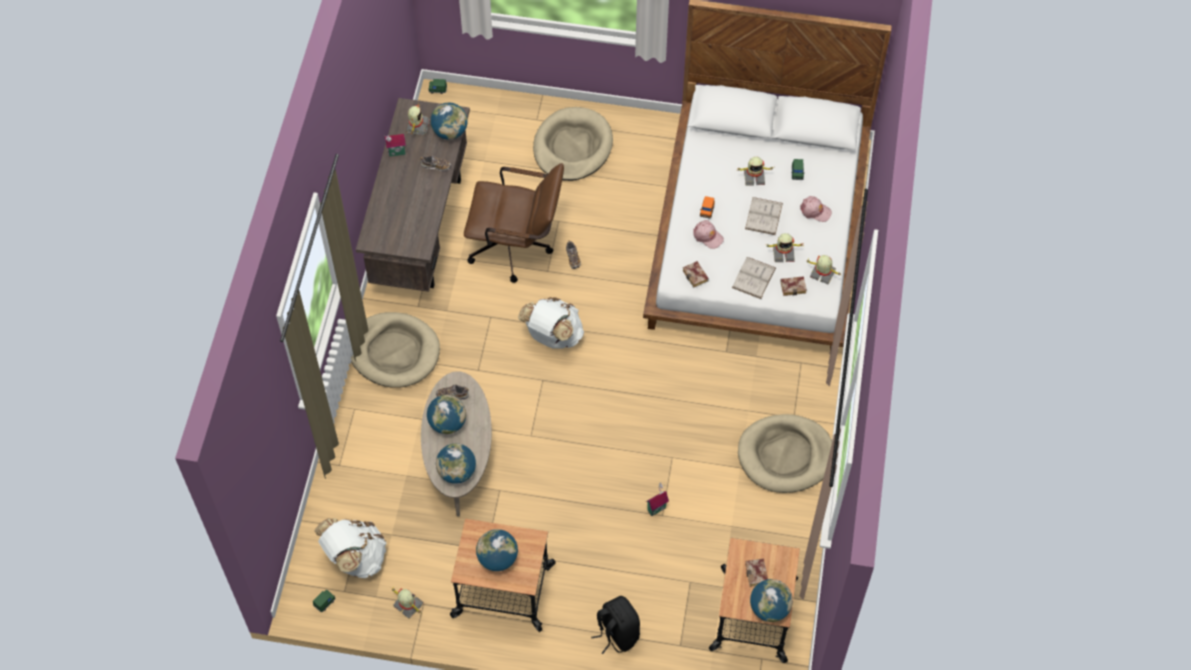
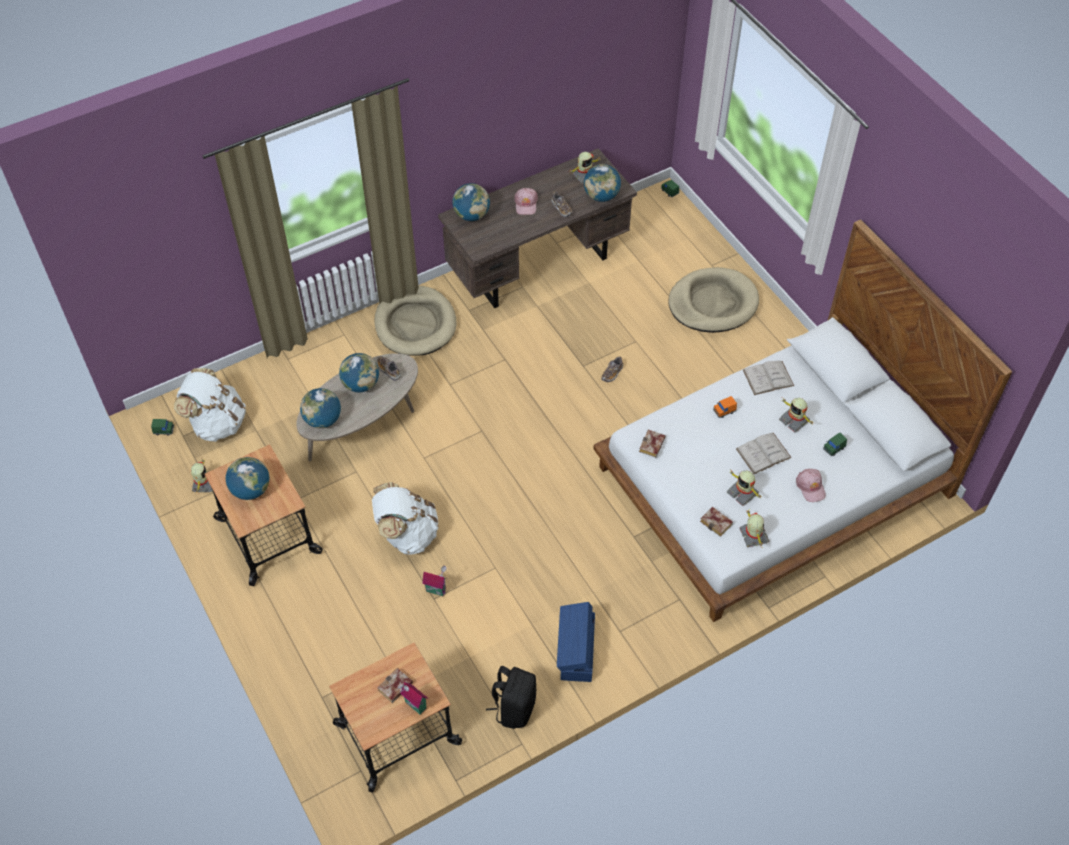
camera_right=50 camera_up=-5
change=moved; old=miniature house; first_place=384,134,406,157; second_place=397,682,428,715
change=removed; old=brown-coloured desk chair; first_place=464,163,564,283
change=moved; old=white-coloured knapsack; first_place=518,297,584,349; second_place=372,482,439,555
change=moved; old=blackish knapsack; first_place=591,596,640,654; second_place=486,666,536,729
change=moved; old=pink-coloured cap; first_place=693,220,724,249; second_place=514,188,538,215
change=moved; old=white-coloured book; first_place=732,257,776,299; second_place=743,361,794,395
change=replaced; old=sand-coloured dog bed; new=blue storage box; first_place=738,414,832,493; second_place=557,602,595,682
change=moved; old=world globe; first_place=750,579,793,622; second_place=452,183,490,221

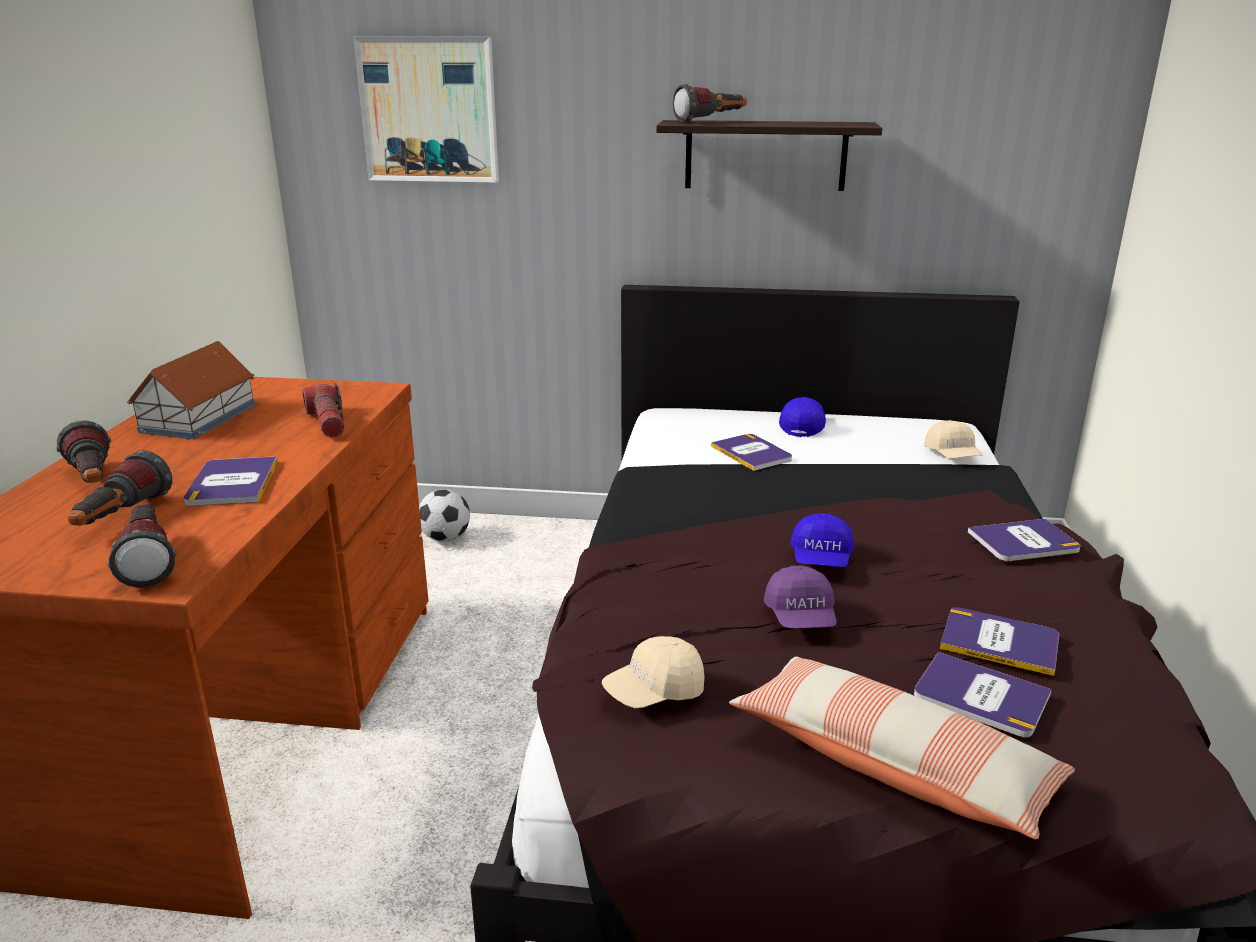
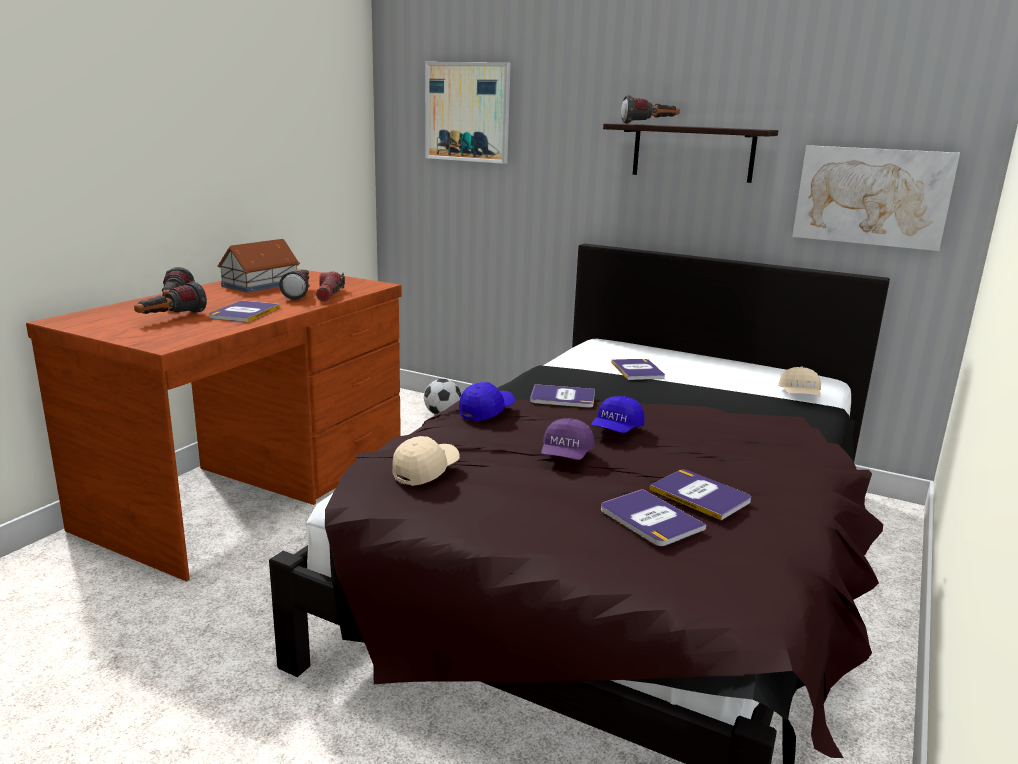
camera_right=20 camera_up=-5
change=moved; old=torch; first_place=108,504,177,588; second_place=279,270,309,300
change=turned; old=sand-coloured cap; first_place=602,636,704,708; second_place=392,436,460,486; degrees=135
change=removed; old=pillow; first_place=729,657,1075,839
change=moved; old=blue cap; first_place=779,397,826,437; second_place=459,382,515,421
change=moved; old=book; first_place=968,519,1081,561; second_place=530,384,595,408
change=added; new=picture; second_place=792,145,960,251

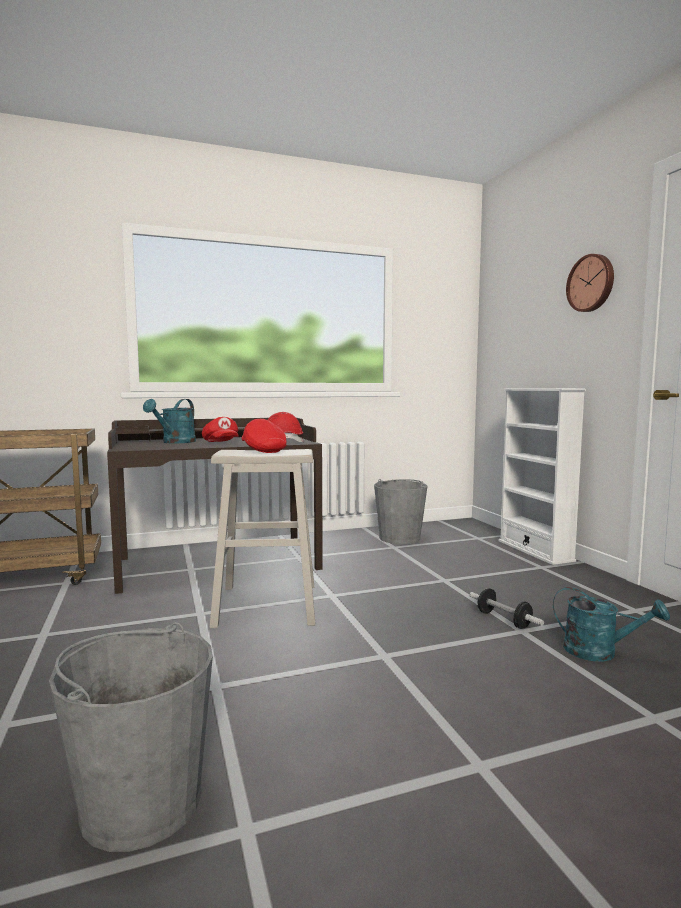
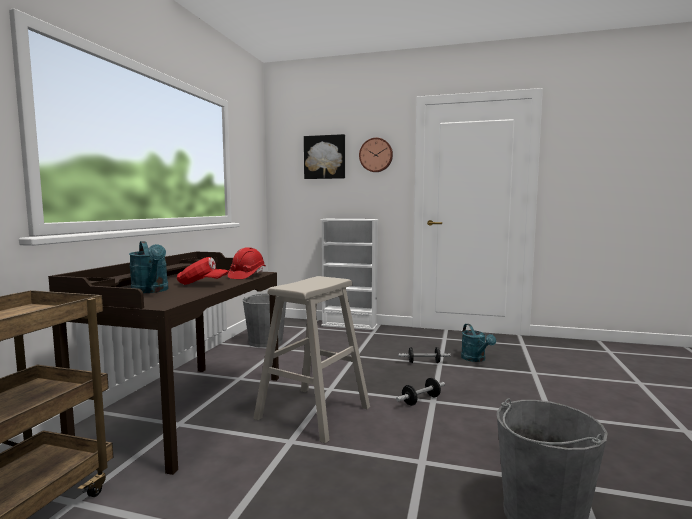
camera_right=-55 camera_up=0
change=removed; old=reddish cap; first_place=241,419,287,453
change=turned; old=blue-green watering can; first_place=553,587,670,662; second_place=461,324,496,362; degrees=105
change=added; new=picture; second_place=304,134,345,179
change=added; new=free weight; second_place=396,378,445,406

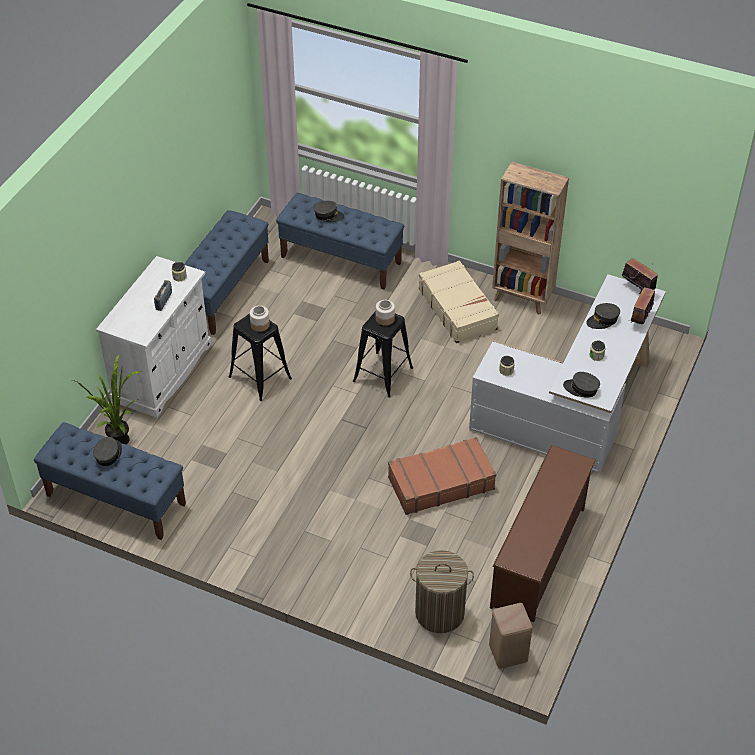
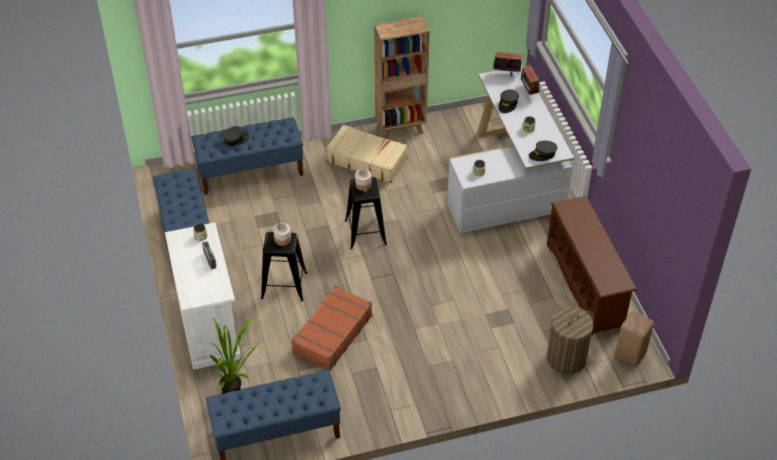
camera_right=-40 camera_up=0
change=removed; old=gray cap; first_place=93,437,122,466
change=moved; old=brown-coloured piece of luggage; first_place=388,437,496,515; second_place=291,286,372,371

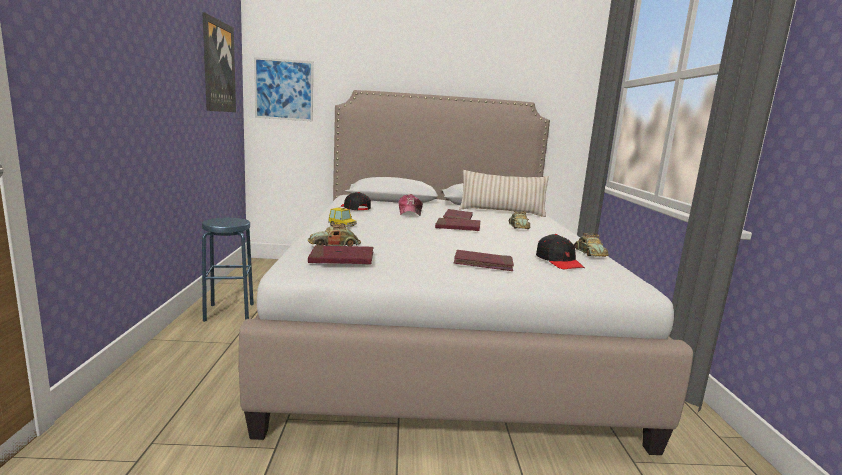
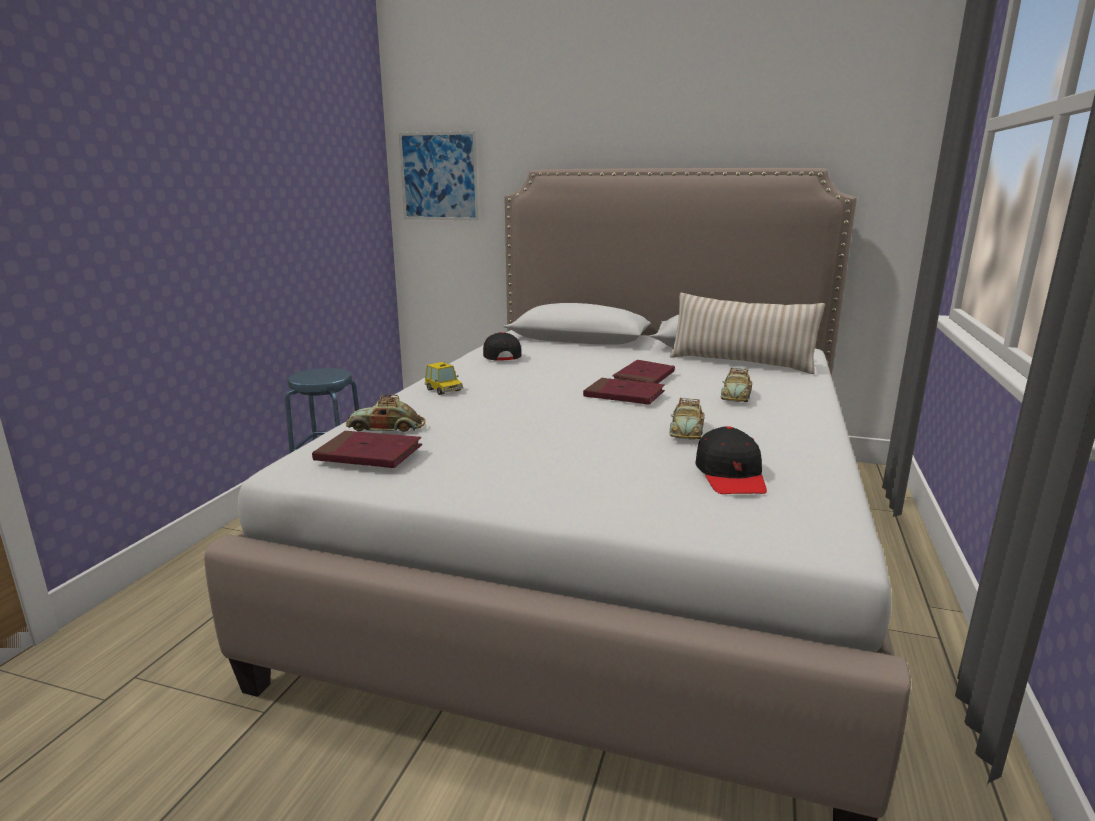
camera_right=20 camera_up=5
change=removed; old=picture; first_place=203,13,236,112
change=removed; old=cap; first_place=398,194,423,216
change=removed; old=reddish book; first_place=454,250,514,271
change=moved; old=toy car; first_place=573,233,609,257; second_place=669,398,704,439

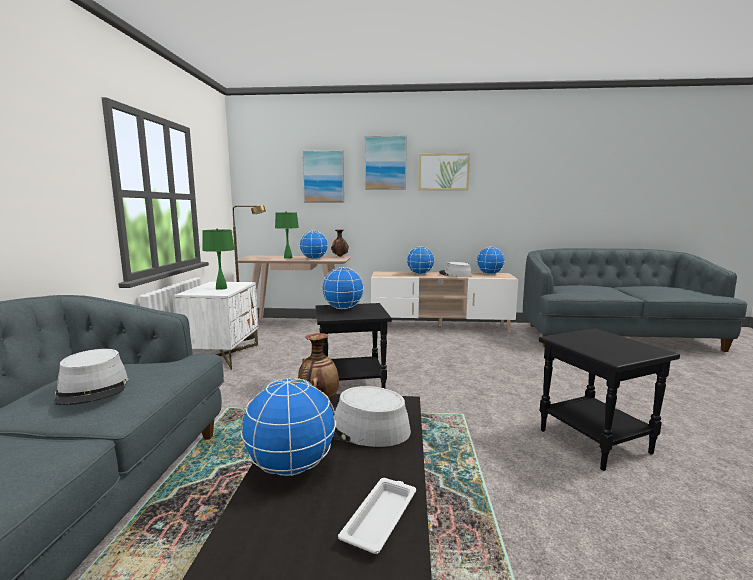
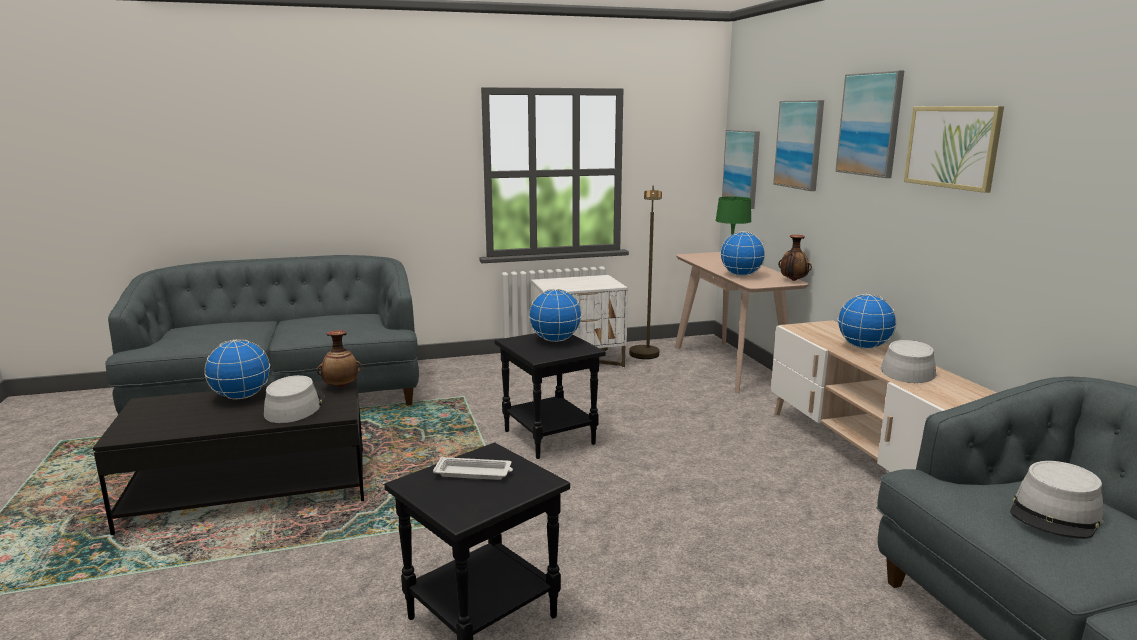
camera_right=70 camera_up=5
change=moved; old=gray clothing hat; first_place=54,349,129,405; second_place=1010,461,1103,539
change=removed; old=green lamp for a table; first_place=202,229,235,290
change=moved; old=white-coloured serving tray; first_place=338,478,416,554; second_place=433,456,513,480
change=removed; old=world globe; first_place=476,247,505,275
change=added; new=picture; second_place=722,130,760,209

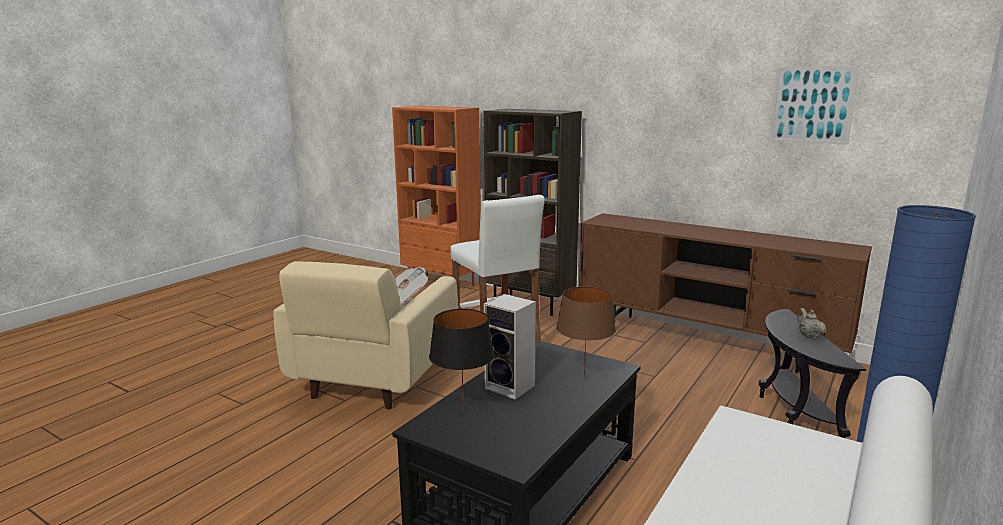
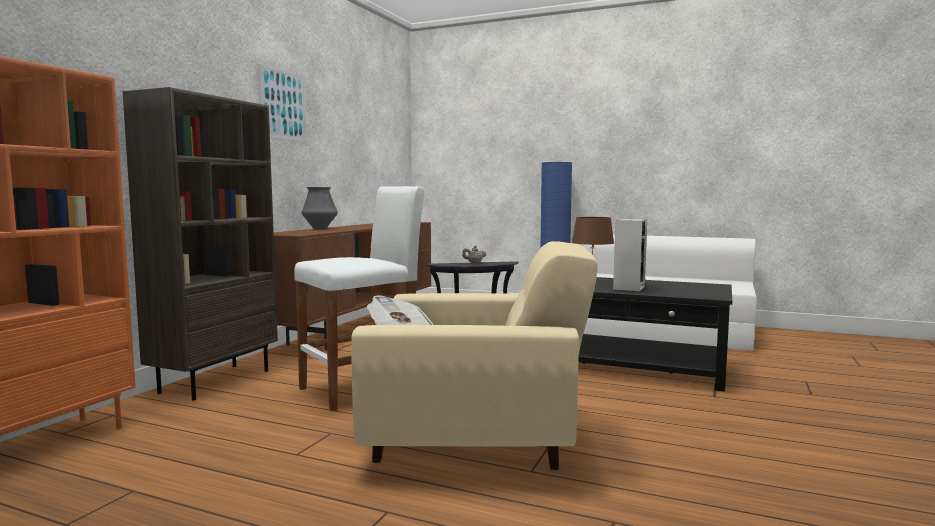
camera_right=-100 camera_up=-10
change=removed; old=blackish lamp for a table; first_place=429,309,494,408
change=moved; old=picture; first_place=769,66,860,145; second_place=258,64,307,142
change=added; new=flower vase; second_place=301,187,338,230

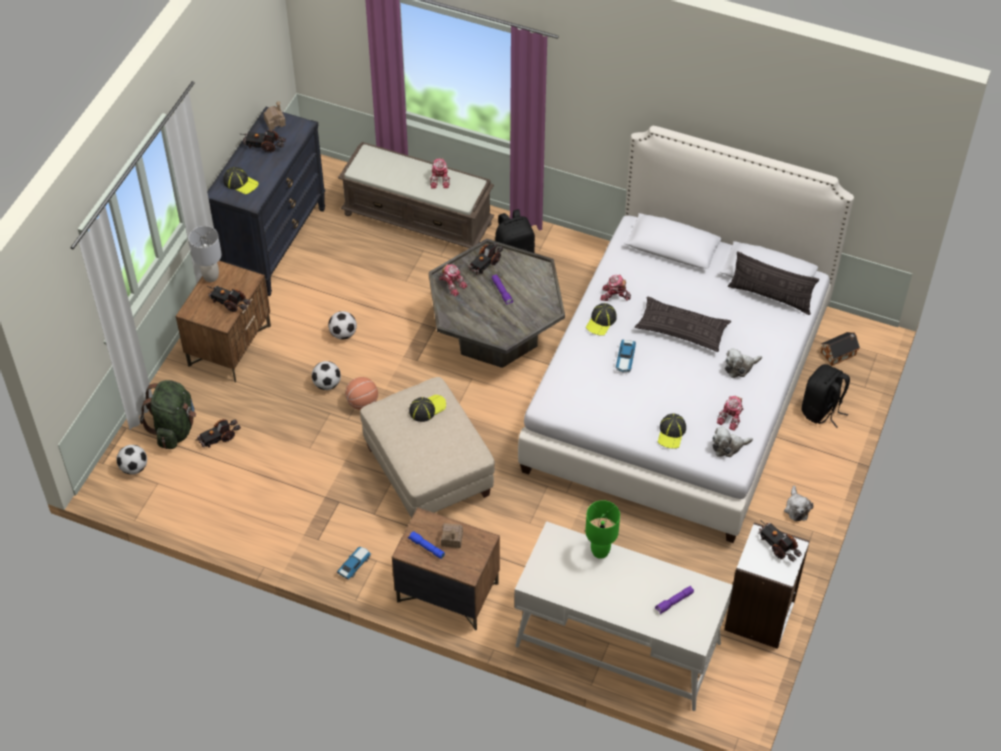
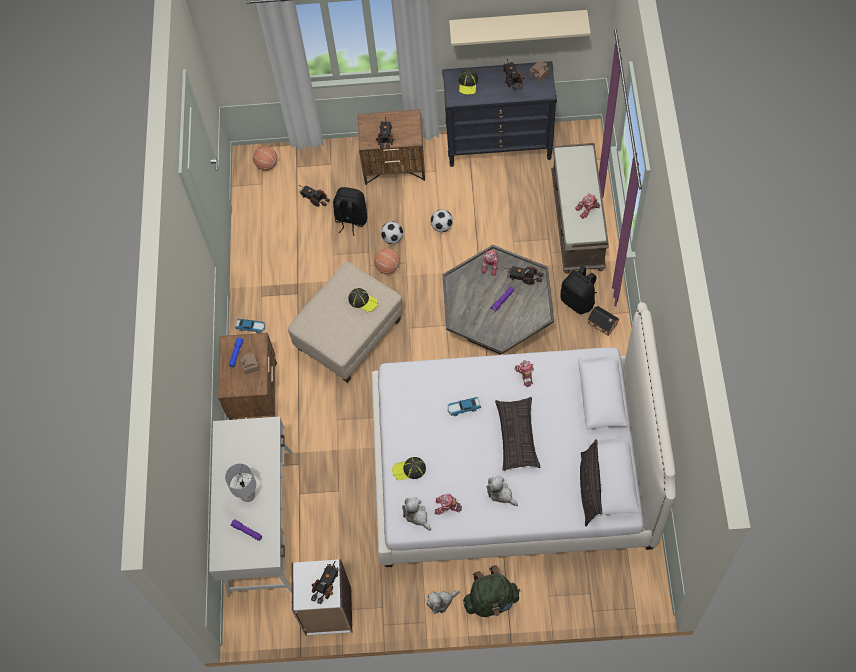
camera_right=70 camera_up=10
change=replaced; old=football; new=basketball; first_place=116,445,147,475; second_place=253,146,278,171
change=moved; old=green knapsack; first_place=140,380,196,449; second_place=463,565,520,617
change=moved; old=gray lamp for a table; first_place=189,226,222,282; second_place=225,463,256,502
change=removed; old=green lamp for a table; first_place=585,500,620,559
change=removed; old=cap; first_place=586,303,617,336
change=moved; old=blackish knapsack; first_place=802,364,850,428; second_place=333,187,367,236
change=moved; old=miniature house; first_place=821,332,860,366; second_place=588,306,619,336
change=added; new=sand-coloured wall shelf; second_place=449,10,591,46

